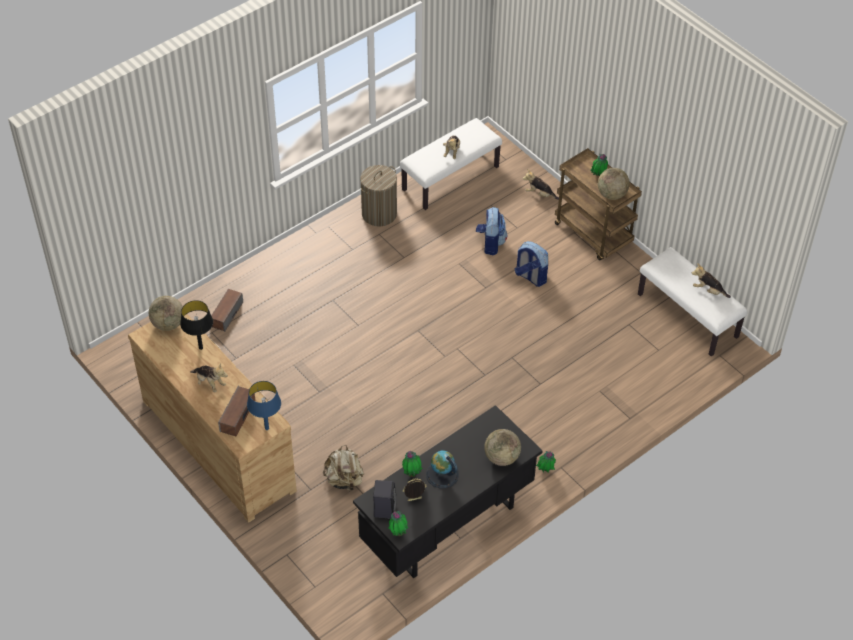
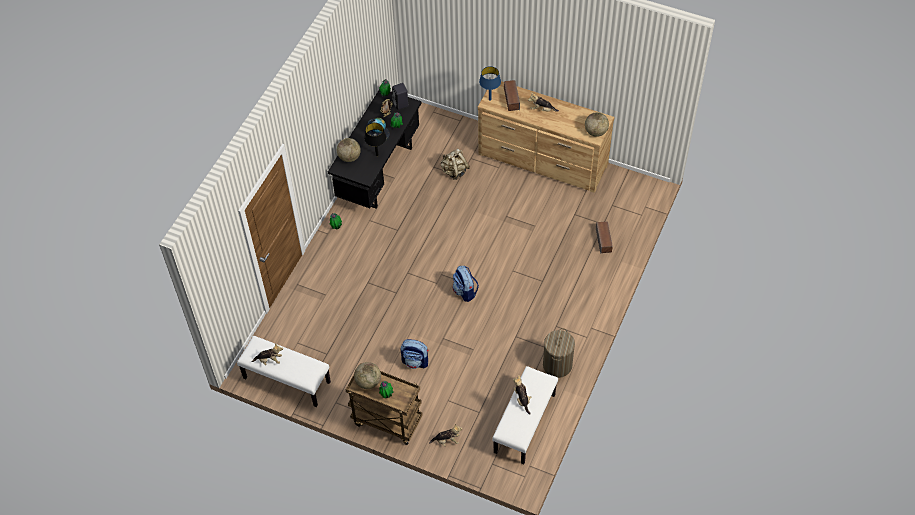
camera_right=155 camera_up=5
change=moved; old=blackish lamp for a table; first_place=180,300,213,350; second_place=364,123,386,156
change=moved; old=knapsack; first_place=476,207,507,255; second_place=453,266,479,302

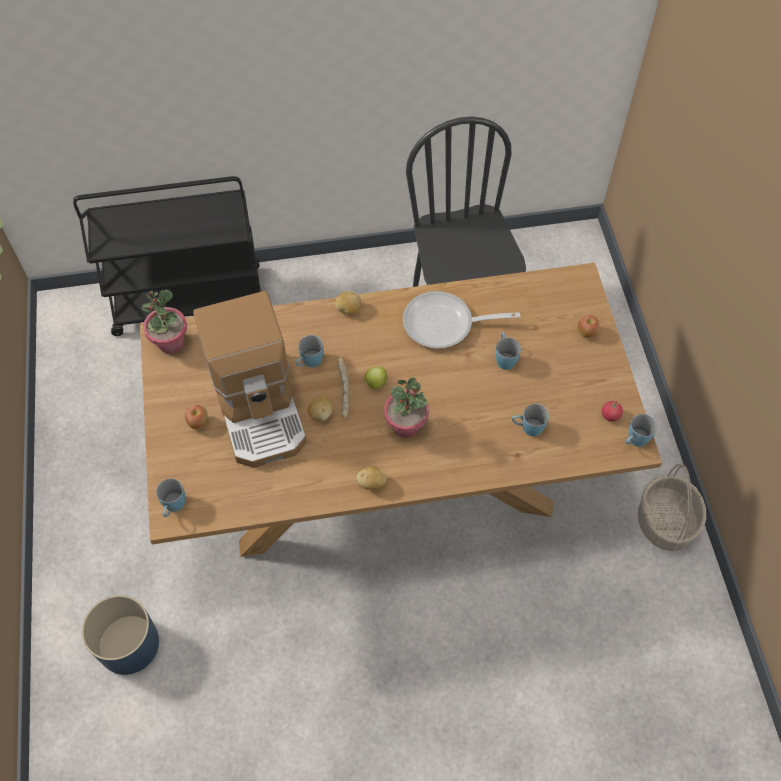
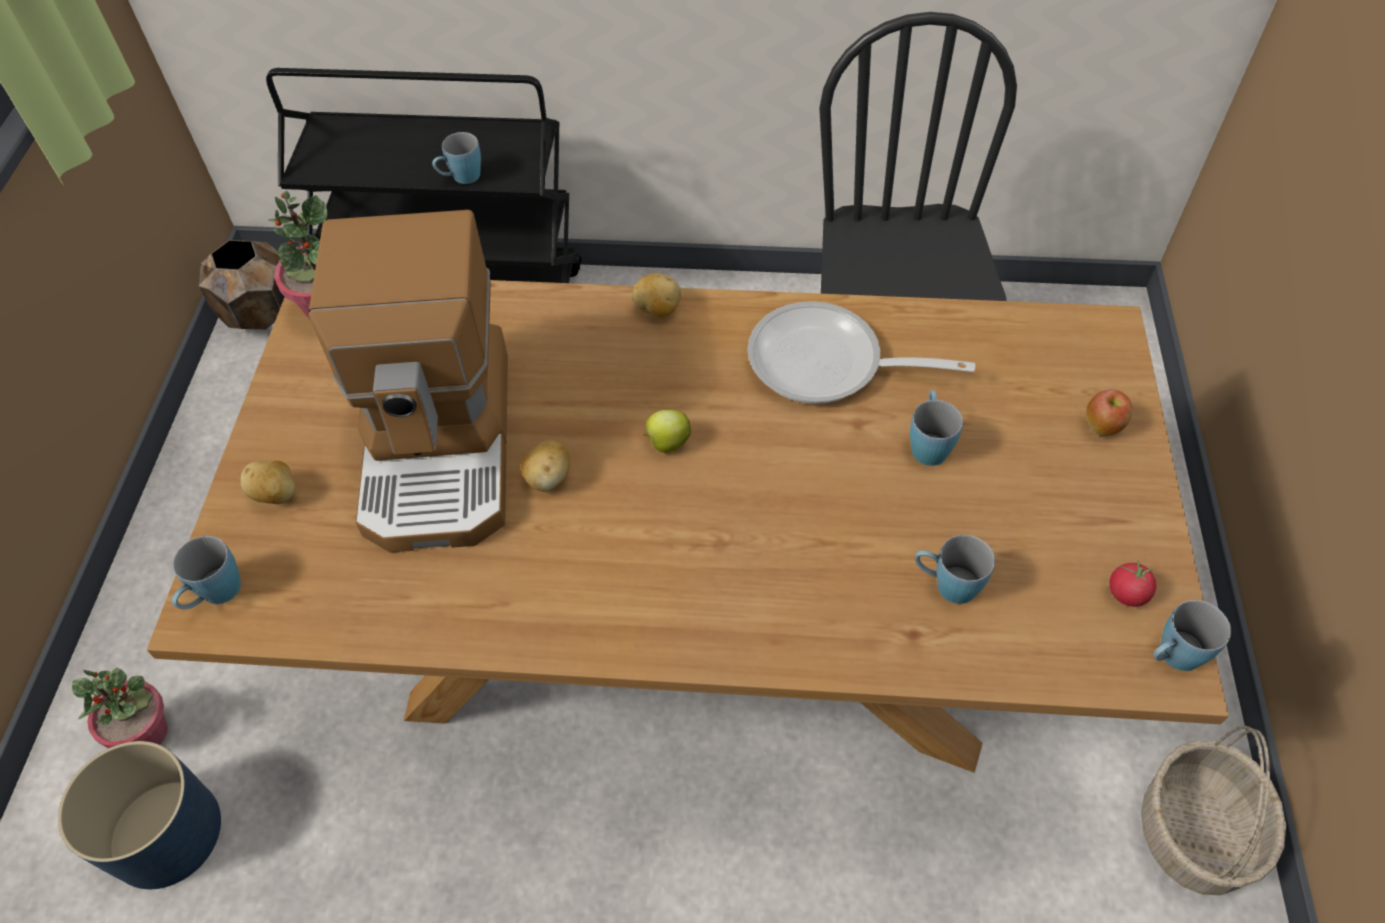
camera_right=15 camera_up=-5
change=removed; old=apple fruit; first_place=185,405,208,429
change=moved; old=blue mug; first_place=296,335,324,367; second_place=432,132,481,184
change=removed; old=bread; first_place=337,357,350,418
change=moved; old=potato; first_place=357,466,386,490; second_place=241,461,295,504
change=moved; old=plant in a pot; first_place=384,378,429,438; second_place=72,667,168,748
change=added; new=brown-coloured plant pot; second_place=199,240,284,330

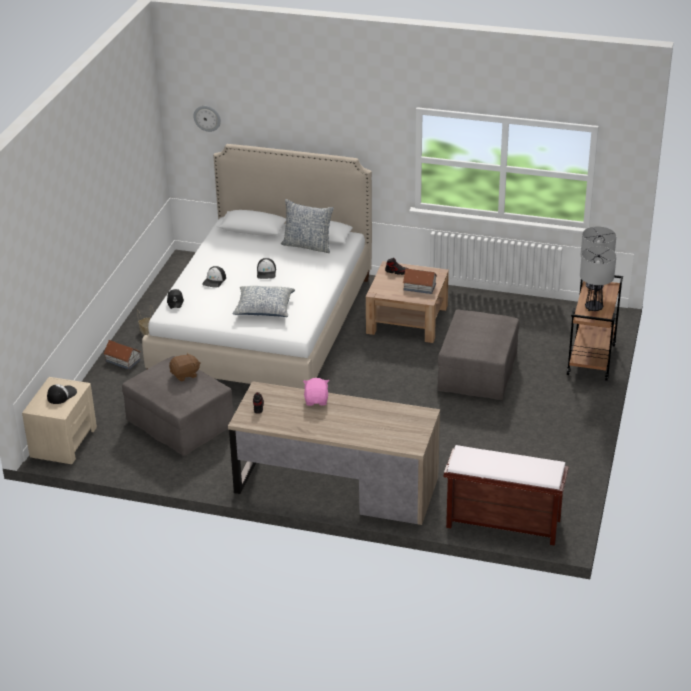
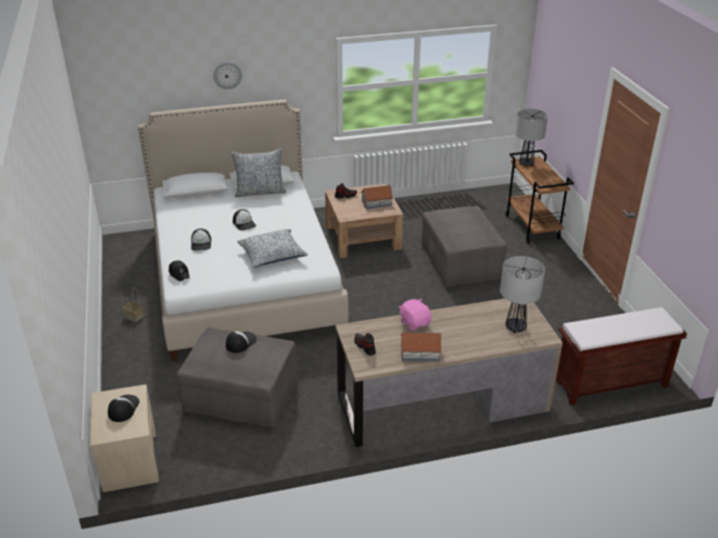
camera_right=-30 camera_up=0
change=moved; old=miniature house; first_place=103,340,141,369; second_place=400,333,442,361
change=replaced; old=brown-coloured cuddly toy; new=cap; first_place=169,352,200,381; second_place=226,331,257,353
change=moved; old=wall clock; first_place=194,106,221,132; second_place=213,62,242,89
change=moved; old=lamp for a table; first_place=580,246,617,311; second_place=500,256,545,333

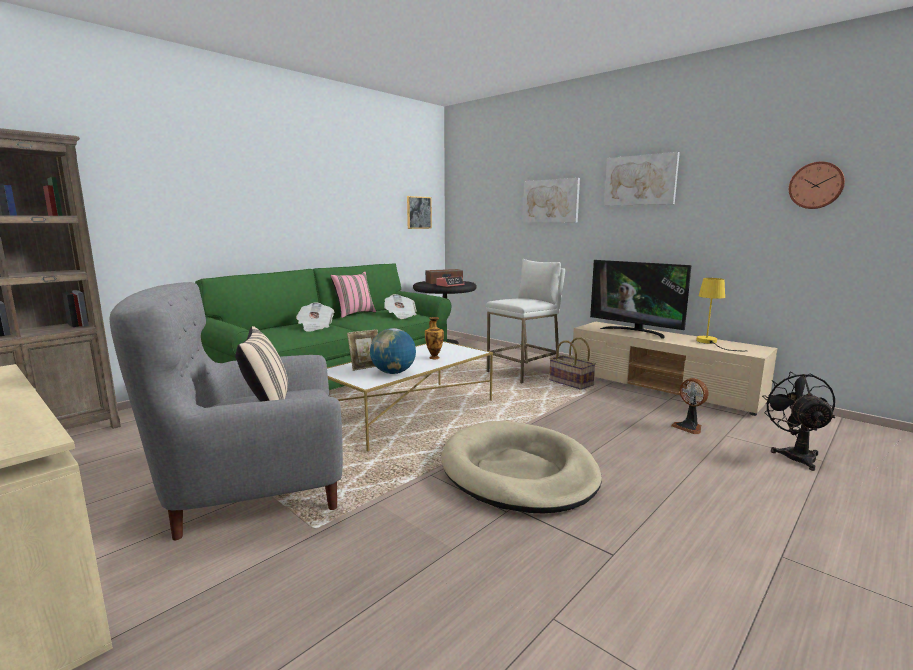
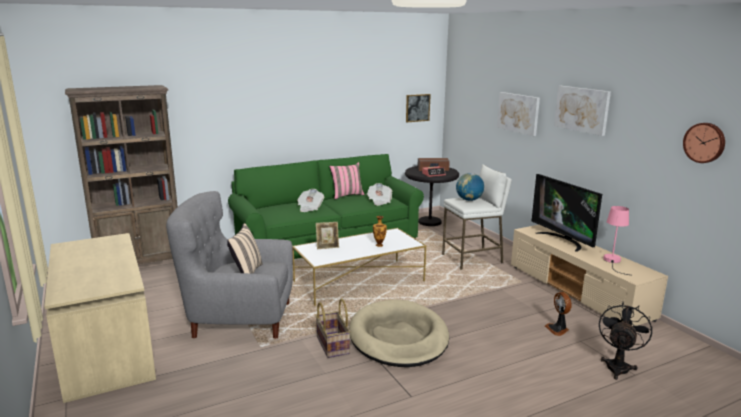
camera_right=20 camera_up=5
change=moved; old=world globe; first_place=370,328,416,374; second_place=456,173,484,201
change=moved; old=household basket; first_place=549,337,596,390; second_place=315,299,351,358
change=recoloured; old=yellow lamp for a table; new=pink-coloured lamp for a table; first_place=696,278,739,351; second_place=604,206,629,275

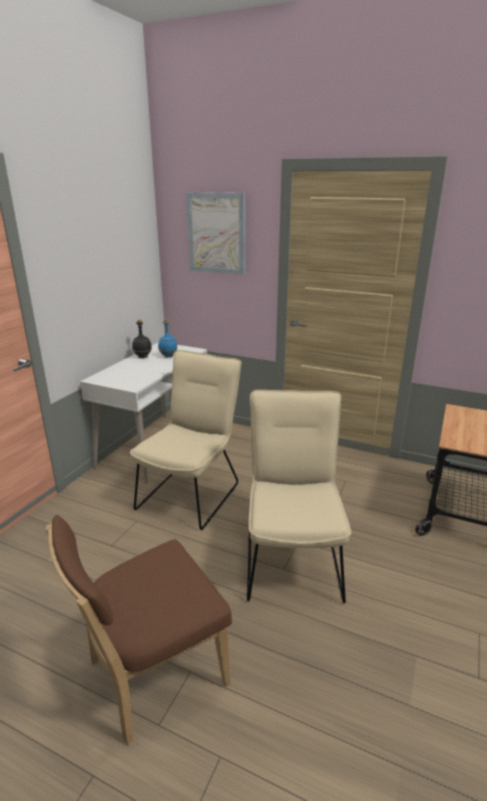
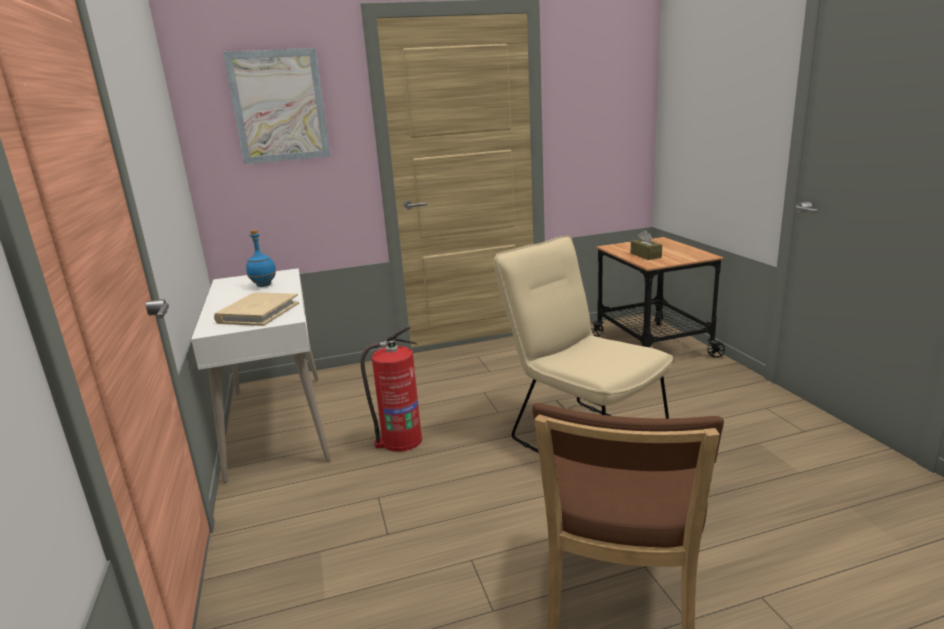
camera_right=-40 camera_up=-5
change=replaced; old=sand-coloured plain chair; new=extinguisher; first_place=130,350,242,530; second_place=360,326,422,452
change=removed; old=blackish bottle; first_place=132,320,152,358
change=added; new=sand-coloured book; second_place=214,292,299,326
change=added; new=brown-coloured box of tissues; second_place=631,230,662,260

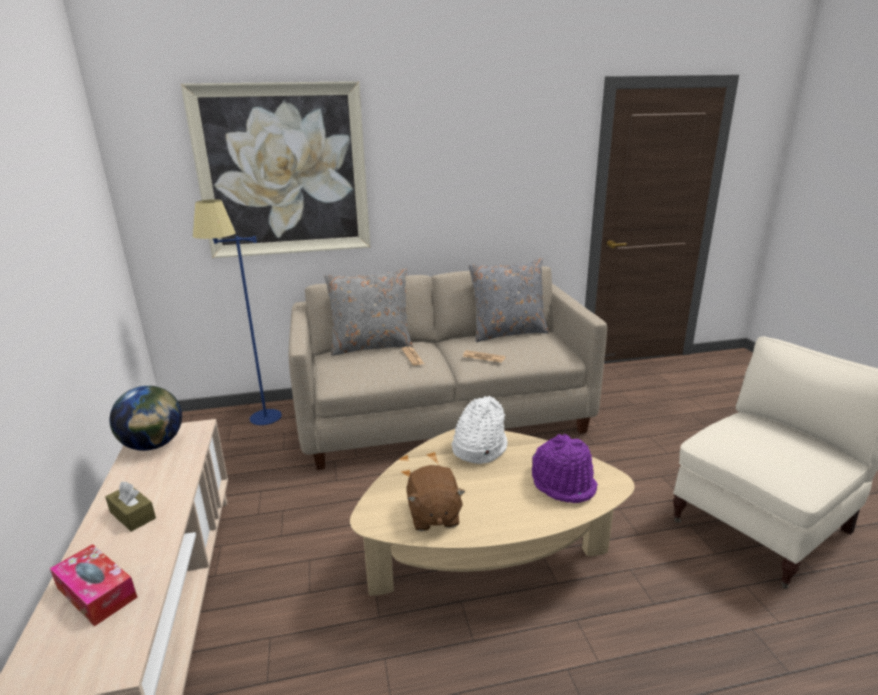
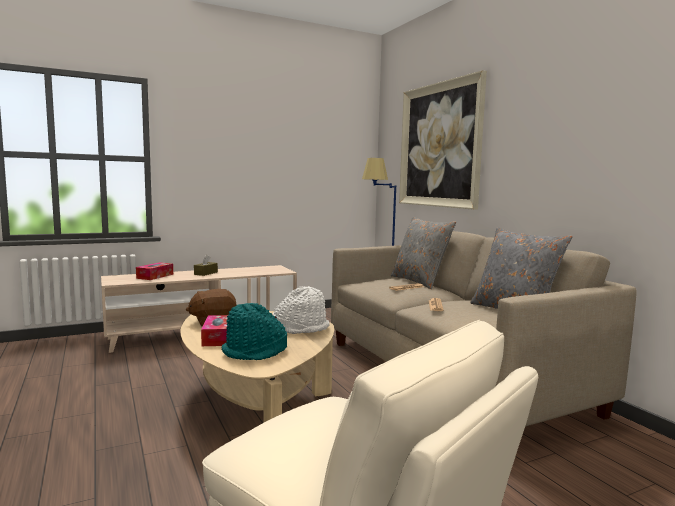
camera_right=75 camera_up=-15
change=removed; old=world globe; first_place=110,386,182,451
change=recoloured; old=purplish clothing hat; new=blue-green clothing hat; first_place=532,434,598,503; second_place=222,303,287,360
change=added; new=box of tissues; second_place=201,315,228,346

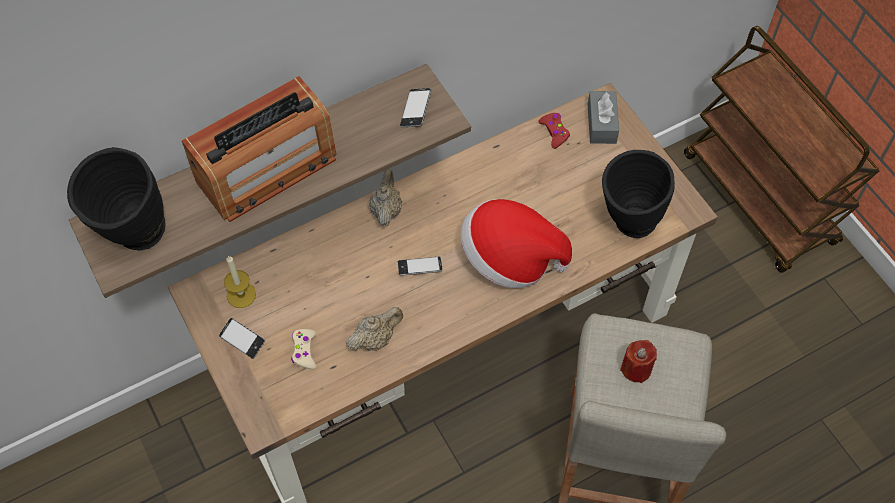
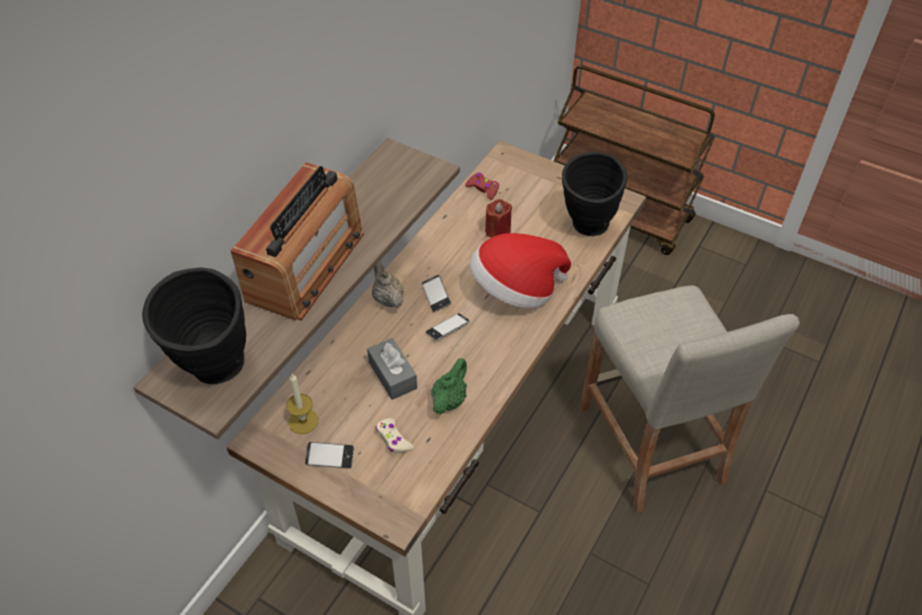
camera_right=-30 camera_up=-10
change=recoloured; old=sand-coloured tea pot; new=green tea pot; first_place=347,307,403,351; second_place=431,358,467,414
change=moved; old=handset; first_place=400,88,431,127; second_place=422,275,451,312
change=moved; old=gray box of tissues; first_place=588,91,619,144; second_place=367,338,417,400
change=moved; old=reddish wax light; first_place=620,340,657,383; second_place=485,199,512,238

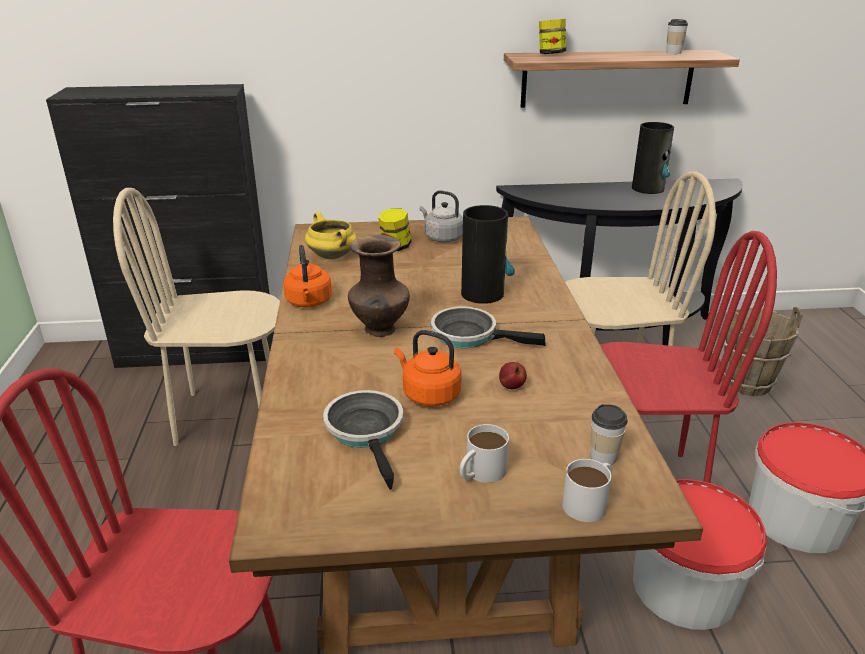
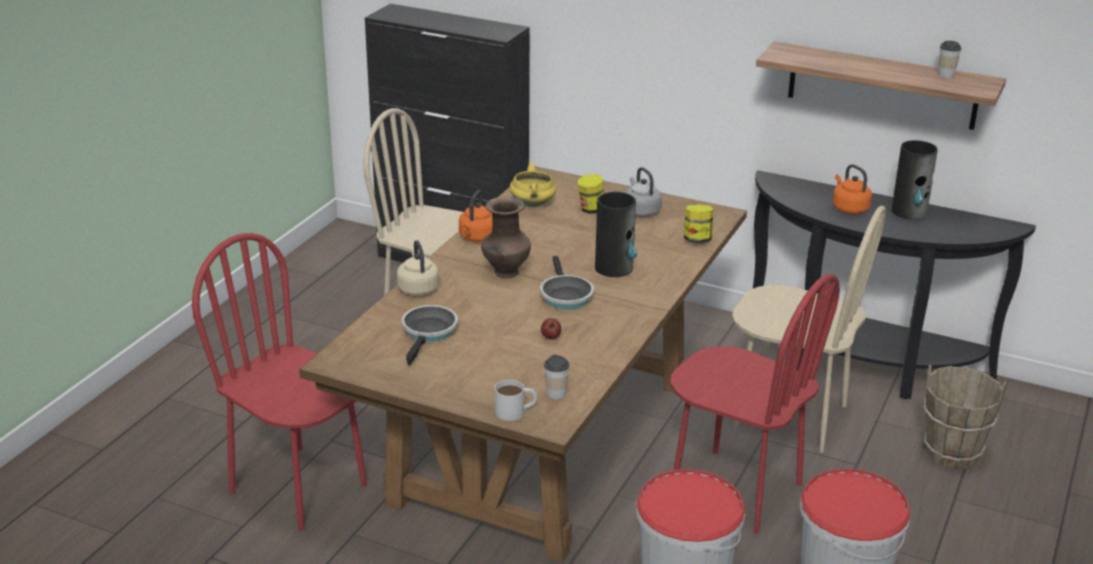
camera_right=30 camera_up=0
change=moved; old=orange-coloured tea kettle; first_place=394,330,461,406; second_place=833,164,872,214
change=turned; old=pan; first_place=431,307,545,348; second_place=540,256,594,310; degrees=-150
change=removed; old=white-coloured mug; first_place=460,424,509,483
change=moved; old=preserve jar; first_place=539,19,566,54; second_place=684,204,714,243
change=added; new=sand-coloured tea kettle; second_place=397,240,439,296

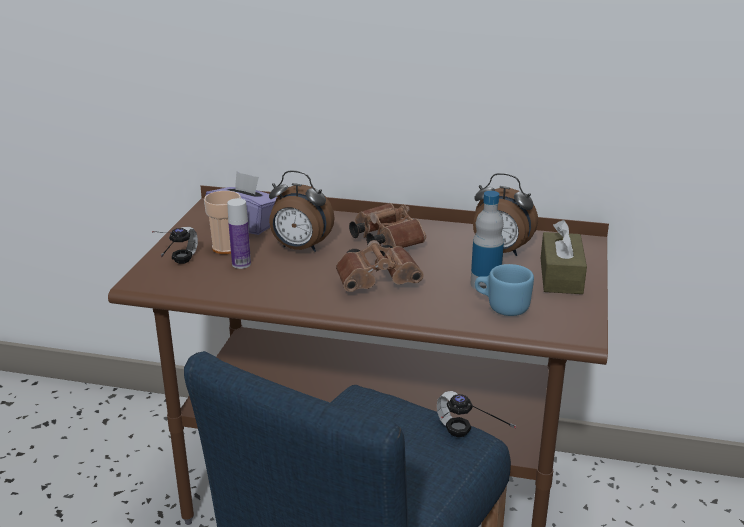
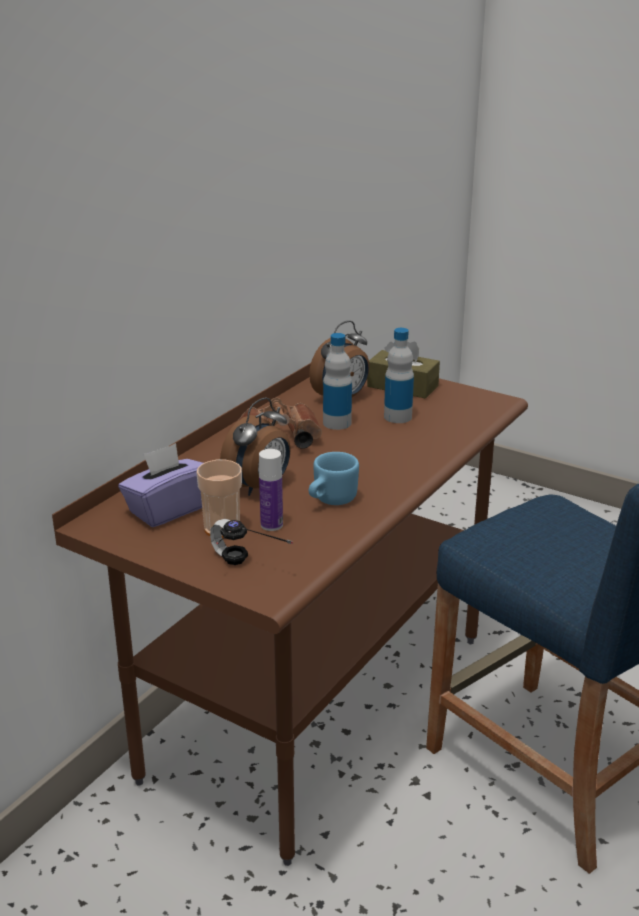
camera_right=-70 camera_up=0
change=removed; old=brown-coloured pair of binoculars; first_place=336,240,424,292
change=removed; old=headset; first_place=437,391,516,437
change=moved; old=blue mug; first_place=475,264,534,316; second_place=309,452,359,505
change=added; new=bottle; second_place=323,333,352,430

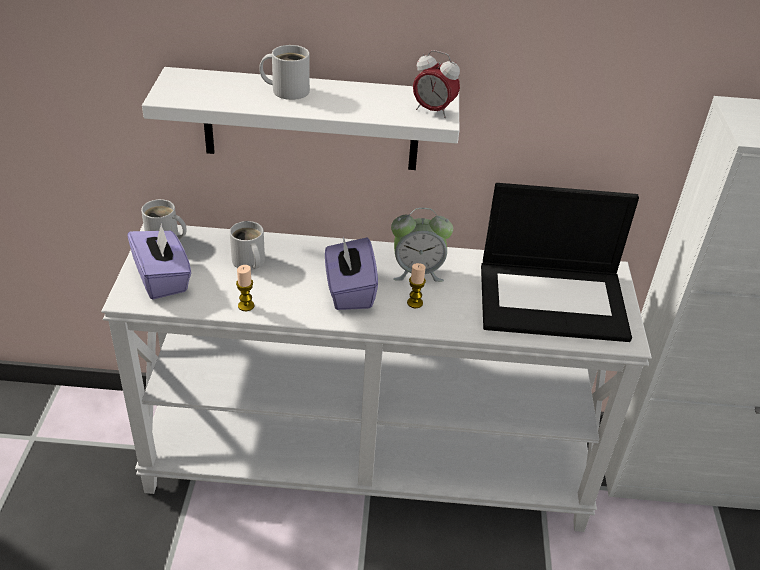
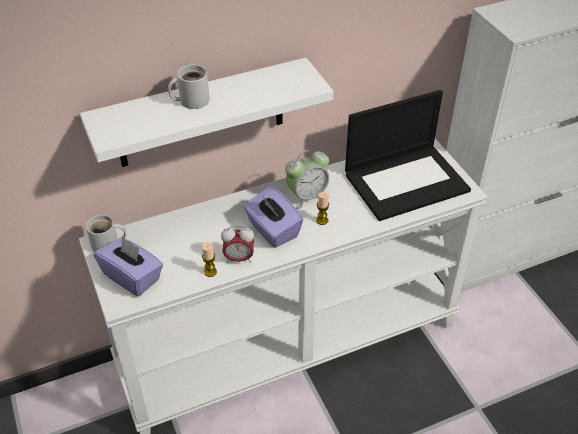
camera_right=-25 camera_up=5
change=removed; old=white-coloured mug; first_place=230,221,265,270
change=moved; old=bedside clock; first_place=413,50,460,118; second_place=221,226,254,263

